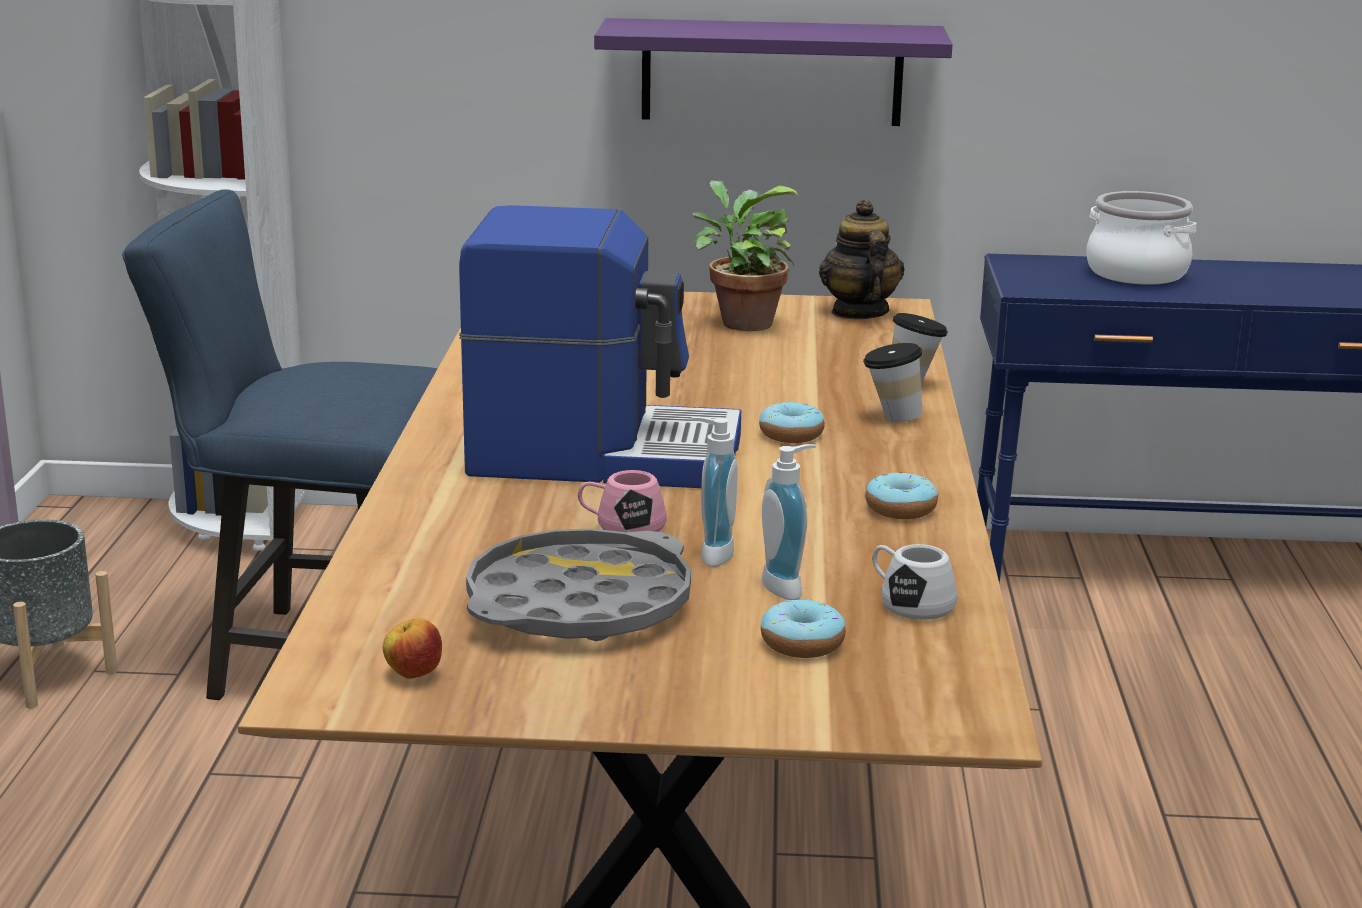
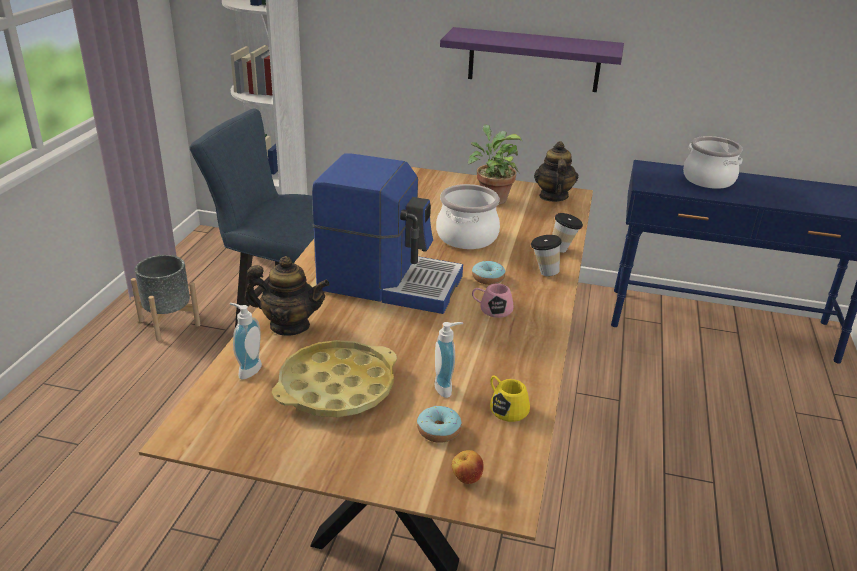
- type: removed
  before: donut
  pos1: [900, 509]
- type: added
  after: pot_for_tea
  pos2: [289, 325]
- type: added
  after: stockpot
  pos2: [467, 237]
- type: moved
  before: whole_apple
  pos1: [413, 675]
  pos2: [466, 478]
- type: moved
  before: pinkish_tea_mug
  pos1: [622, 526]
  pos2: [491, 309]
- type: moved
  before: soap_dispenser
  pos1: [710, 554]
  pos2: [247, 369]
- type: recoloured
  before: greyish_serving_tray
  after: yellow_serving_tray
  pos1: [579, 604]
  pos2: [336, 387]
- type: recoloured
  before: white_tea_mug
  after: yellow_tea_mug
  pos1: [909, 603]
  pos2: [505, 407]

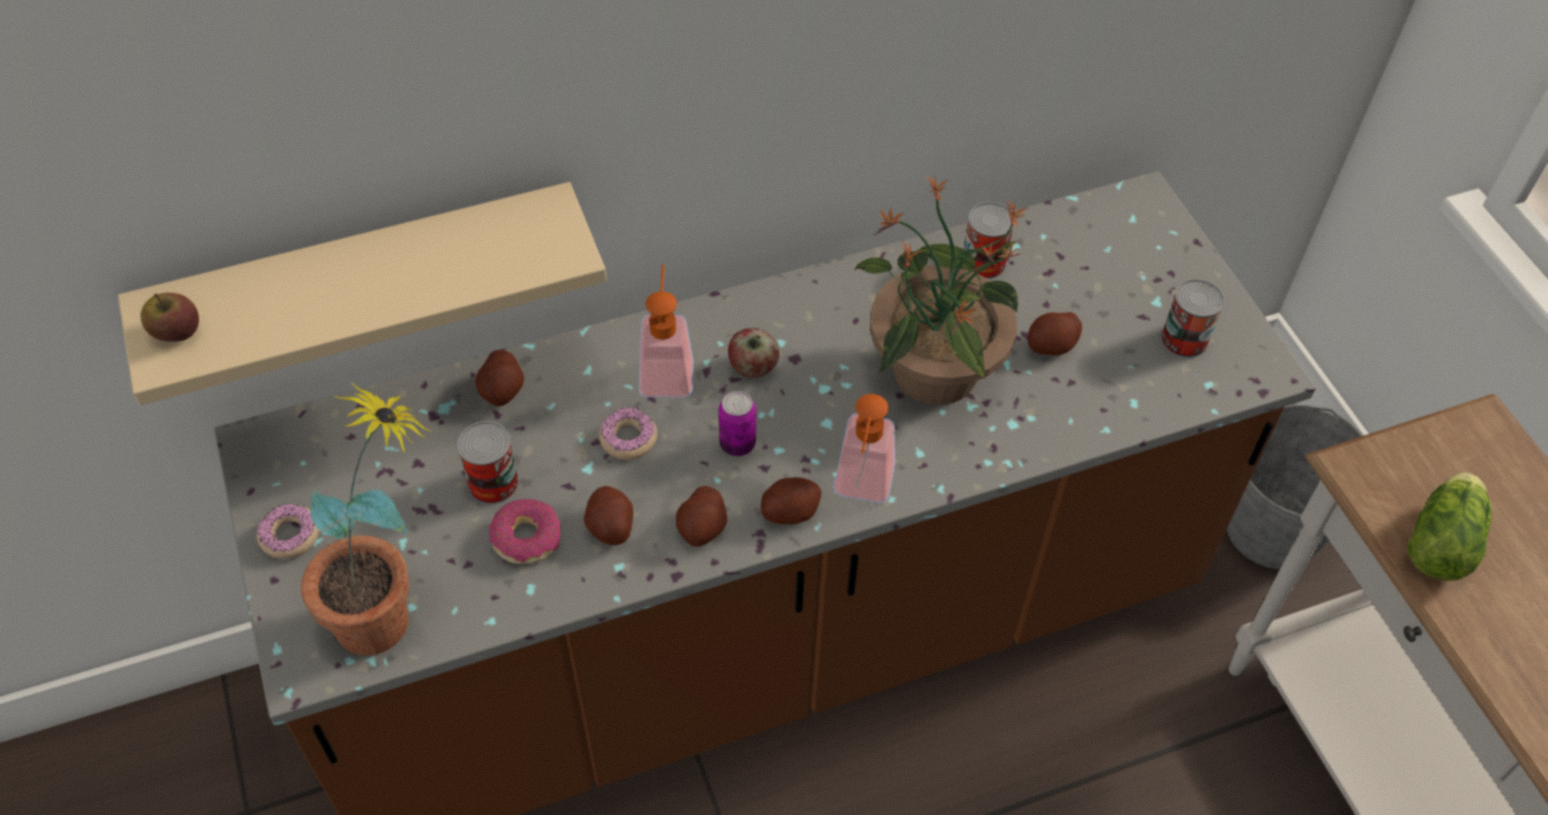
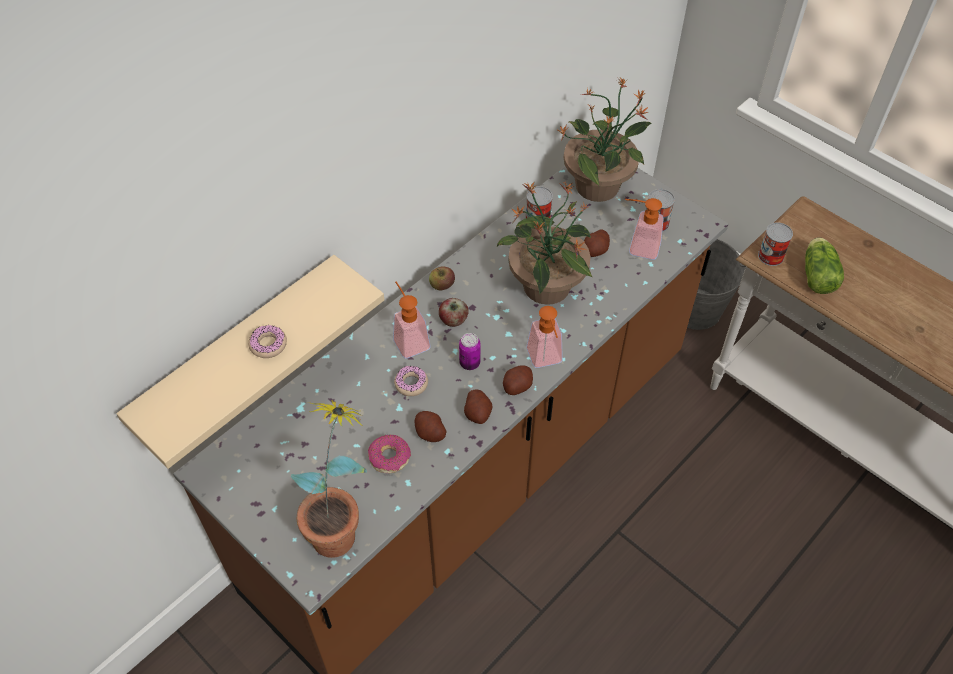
- type: removed
  before: spud
  pos1: [502, 390]
- type: added
  after: plant_in_a_pot
  pos2: [599, 185]
- type: added
  after: soap_dispenser
  pos2: [638, 247]
- type: moved
  before: whole_apple
  pos1: [176, 332]
  pos2: [442, 285]
- type: moved
  before: donut
  pos1: [290, 536]
  pos2: [268, 344]
- type: moved
  before: metal_can
  pos1: [493, 483]
  pos2: [770, 256]

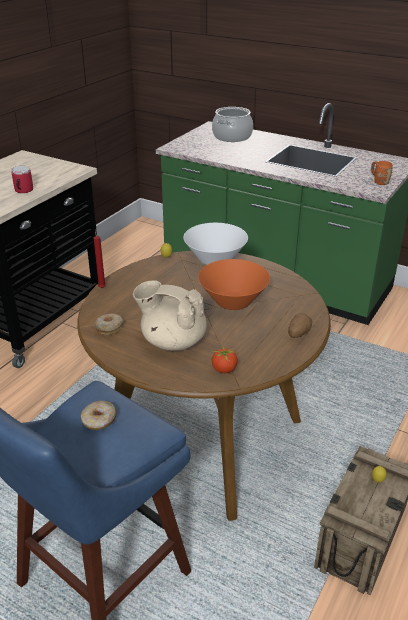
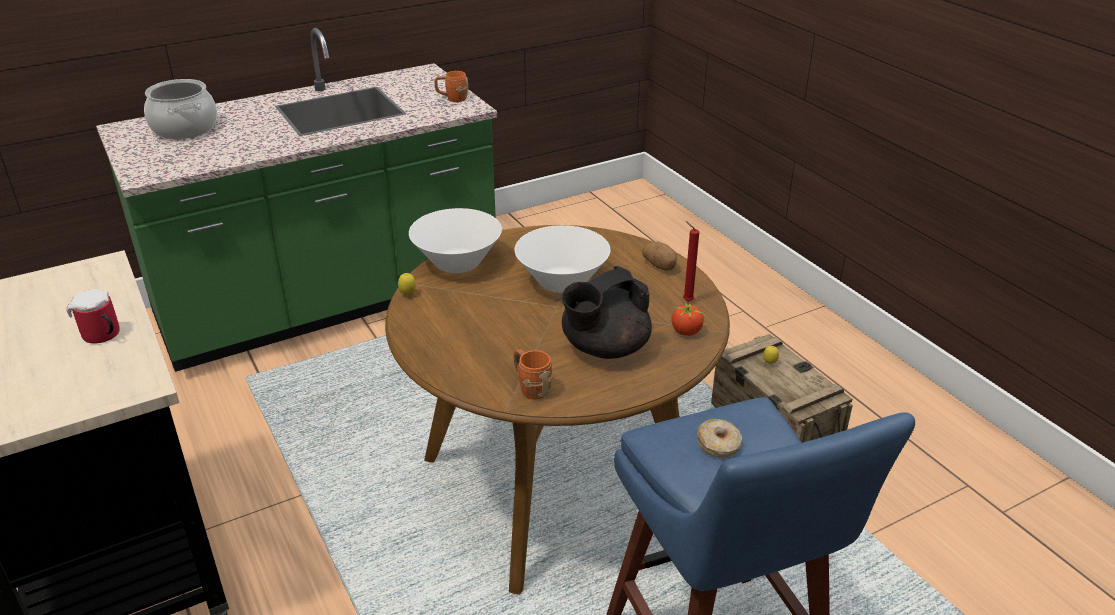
- type: moved
  before: red-coloured_wax_candle
  pos1: [102, 287]
  pos2: [686, 301]
- type: replaced
  before: donut
  after: orange_tea_mug
  pos1: [109, 328]
  pos2: [531, 387]
- type: recoloured
  before: sand-coloured_pot_for_tea
  after: blackish_pot_for_tea
  pos1: [172, 341]
  pos2: [604, 348]
- type: recoloured
  before: orange_bowl
  after: white_bowl
  pos1: [233, 302]
  pos2: [562, 282]

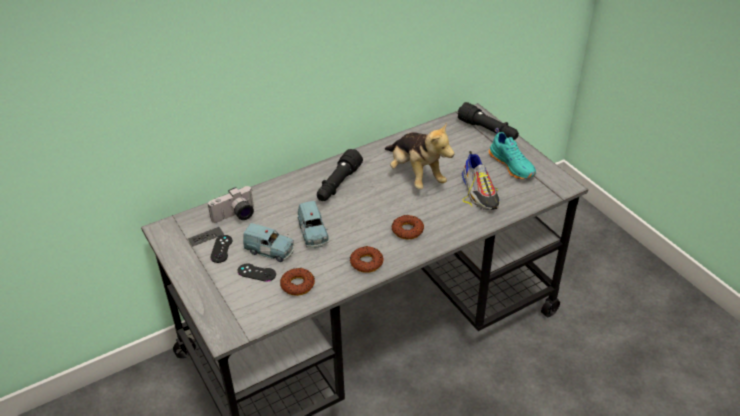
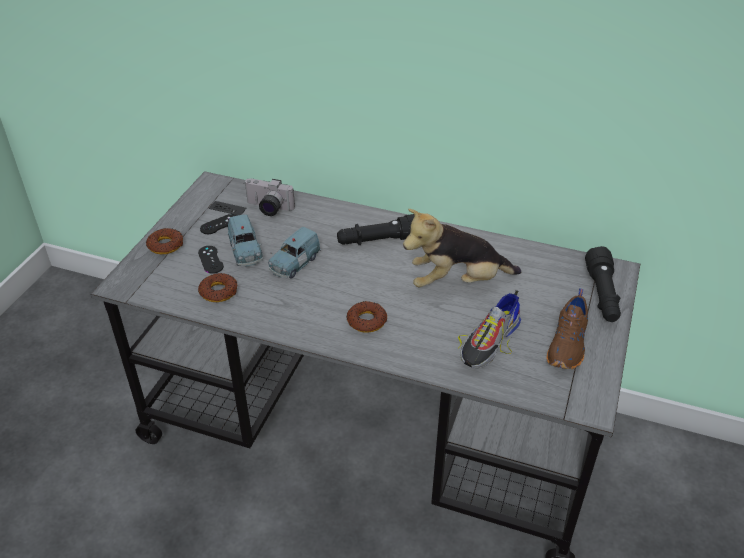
- type: moved
  before: donut
  pos1: [366, 262]
  pos2: [165, 245]
- type: recoloured
  before: turquoise-coloured_shoe
  after: brown-coloured_shoe
  pos1: [512, 165]
  pos2: [568, 345]
- type: turned
  before: soft_toy
  pos1: [415, 175]
  pos2: [457, 282]
  turn: 60

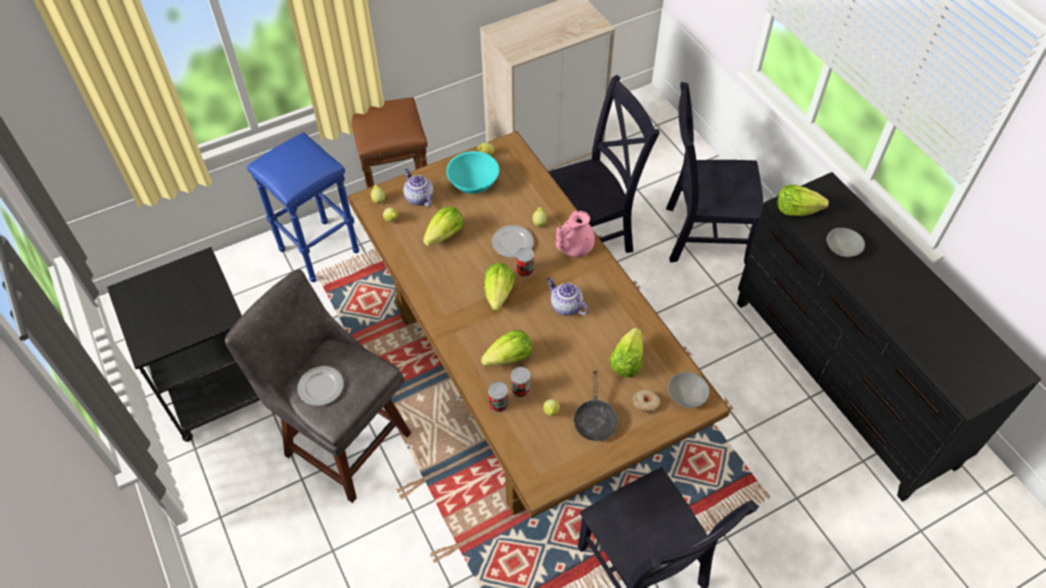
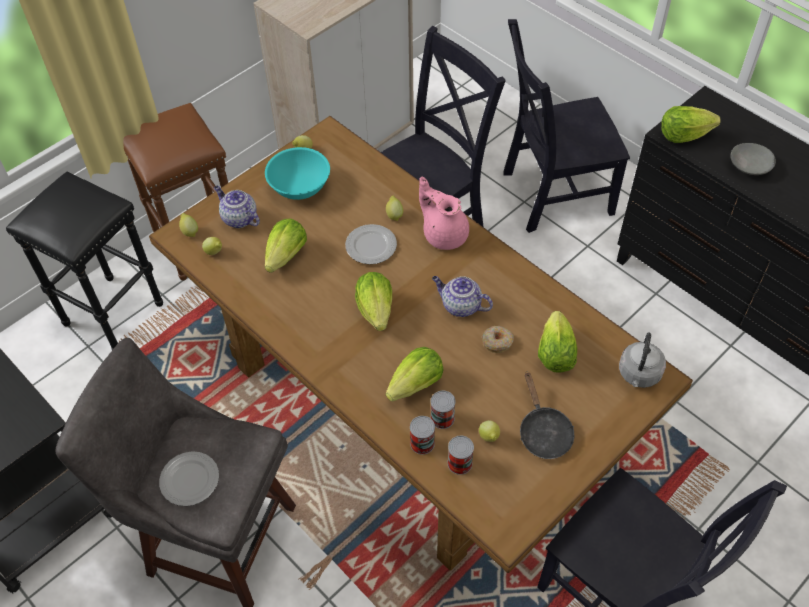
- type: moved
  before: metal_can
  pos1: [525, 269]
  pos2: [459, 463]
- type: moved
  before: donut
  pos1: [645, 403]
  pos2: [497, 342]
- type: replaced
  before: greyish_bowl
  after: greyish_tea_kettle
  pos1: [687, 395]
  pos2: [639, 375]
- type: recoloured
  before: bluish_sitting_stool
  after: blackish_sitting_stool
  pos1: [319, 249]
  pos2: [113, 311]
- type: turned
  before: pinkish_pot_for_tea
  pos1: [573, 246]
  pos2: [444, 234]
  turn: 105

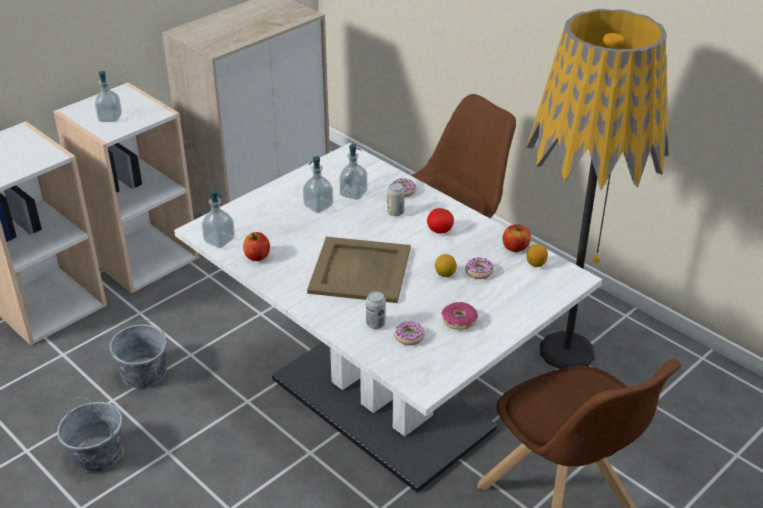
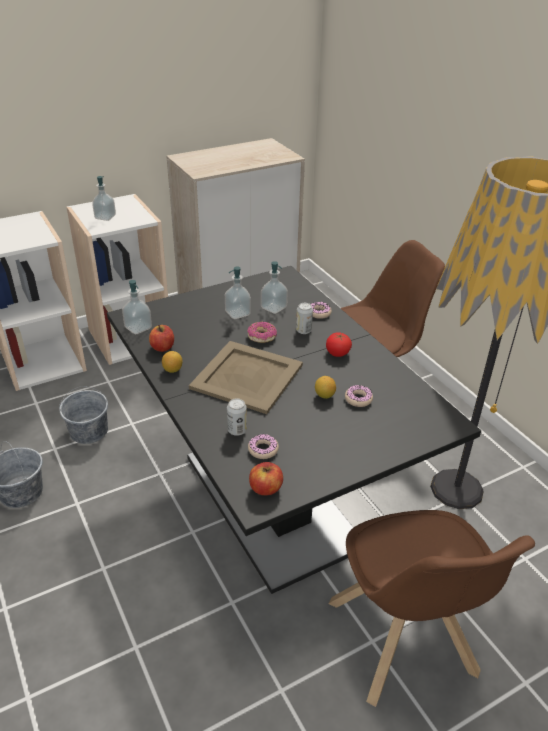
- type: moved
  before: donut
  pos1: [459, 320]
  pos2: [261, 336]
- type: moved
  before: whole_apple
  pos1: [515, 247]
  pos2: [265, 488]
- type: moved
  before: citrus_fruit
  pos1: [536, 264]
  pos2: [172, 370]
- type: recoloured
  before: white_dinner_table
  after: blackish_dinner_table
  pos1: [381, 403]
  pos2: [271, 501]

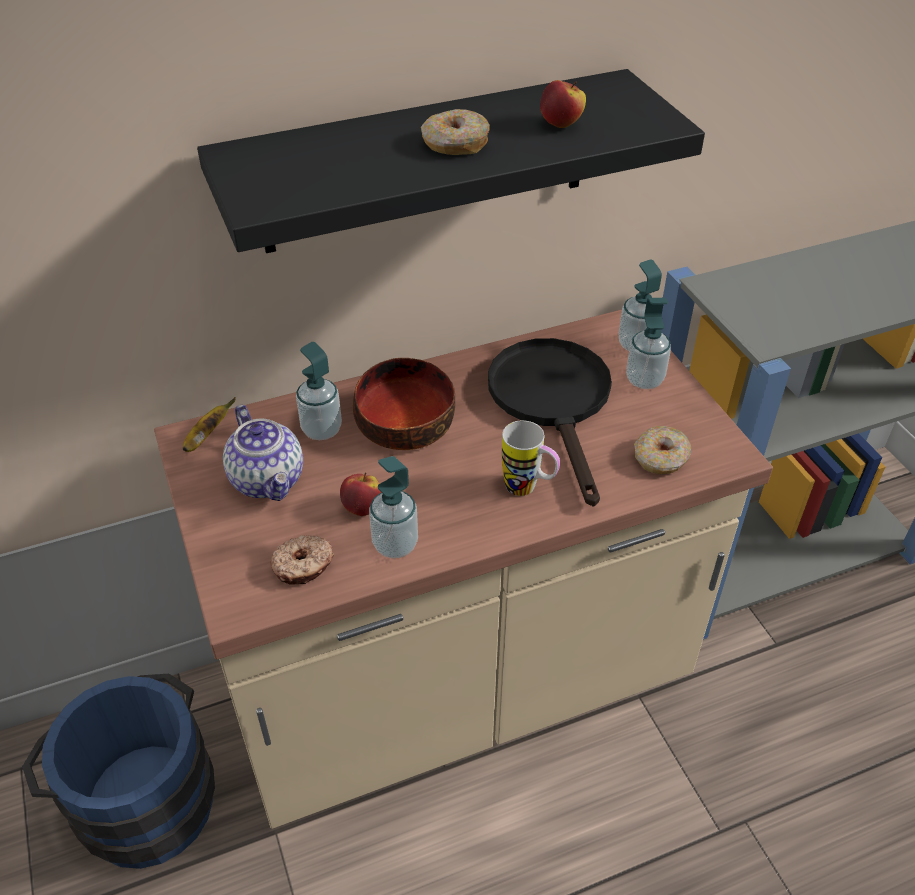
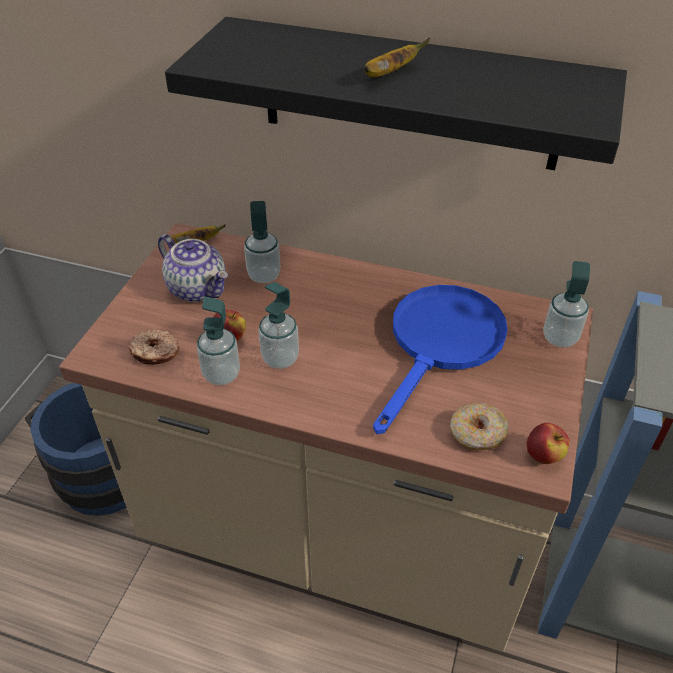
- type: removed
  before: bowl
  pos1: [404, 422]
- type: removed
  before: tea_mug
  pos1: [528, 489]
- type: moved
  before: whole_apple
  pos1: [561, 124]
  pos2: [544, 455]
- type: moved
  before: soap_dispenser
  pos1: [644, 380]
  pos2: [280, 358]
- type: replaced
  before: donut
  after: whole_banana
  pos1: [455, 144]
  pos2: [389, 73]
- type: recoloured
  before: blackish_frying_pan
  after: bluish_frying_pan
  pos1: [554, 402]
  pos2: [441, 344]
- type: turned
  before: pot_for_tea
  pos1: [269, 480]
  pos2: [198, 288]
  turn: -60

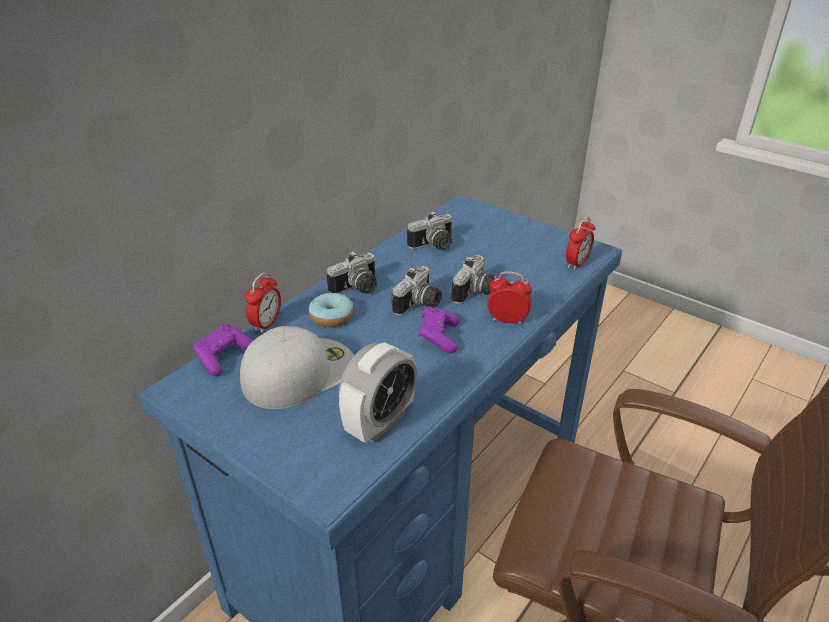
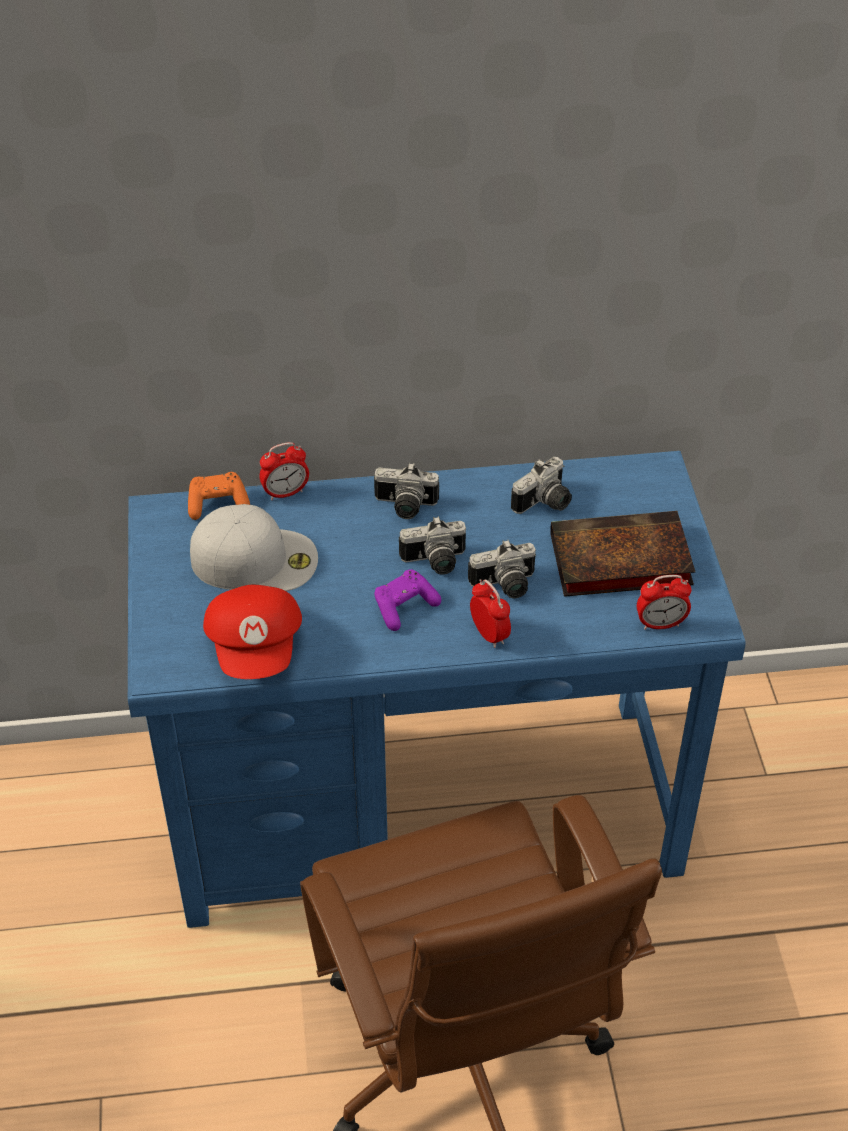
- type: removed
  before: donut
  pos1: [331, 317]
- type: added
  after: volume
  pos2: [617, 561]
- type: replaced
  before: table_clock
  after: red-coloured_cap
  pos1: [380, 422]
  pos2: [257, 647]
- type: recoloured
  before: purple-coloured_joypad
  after: orange_joypad
  pos1: [224, 357]
  pos2: [218, 504]
- type: turned
  before: photo_camera
  pos1: [434, 246]
  pos2: [545, 503]
  turn: -60

